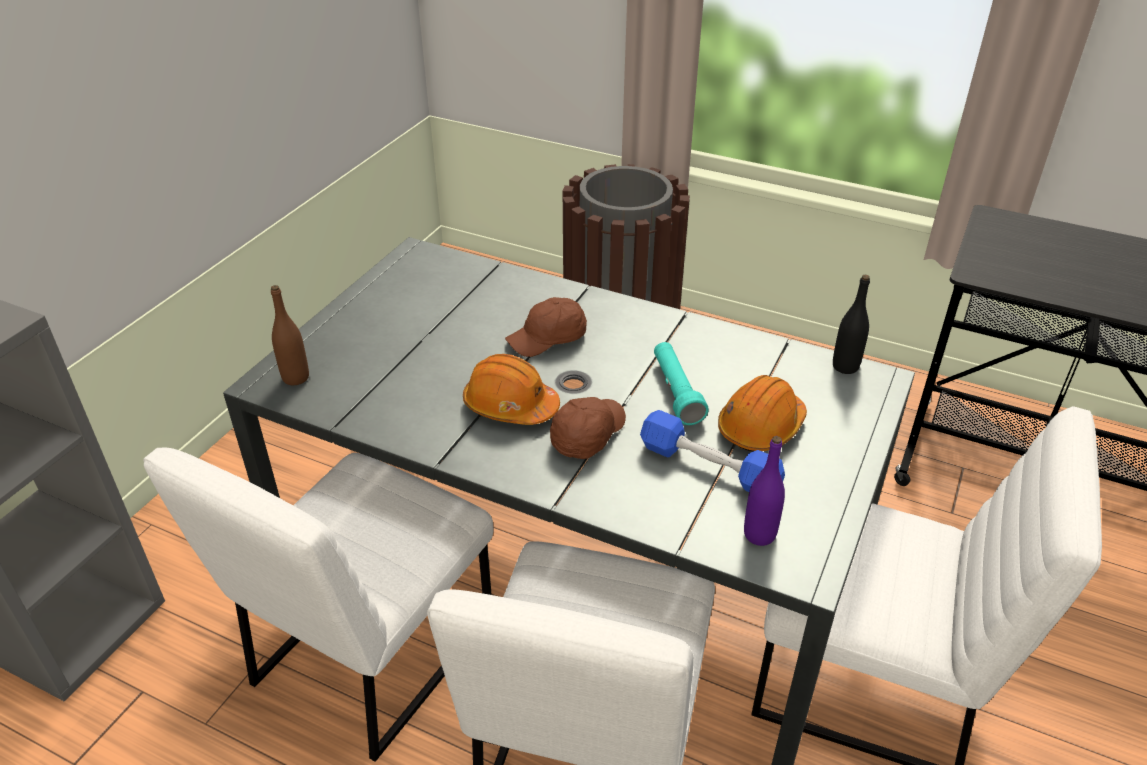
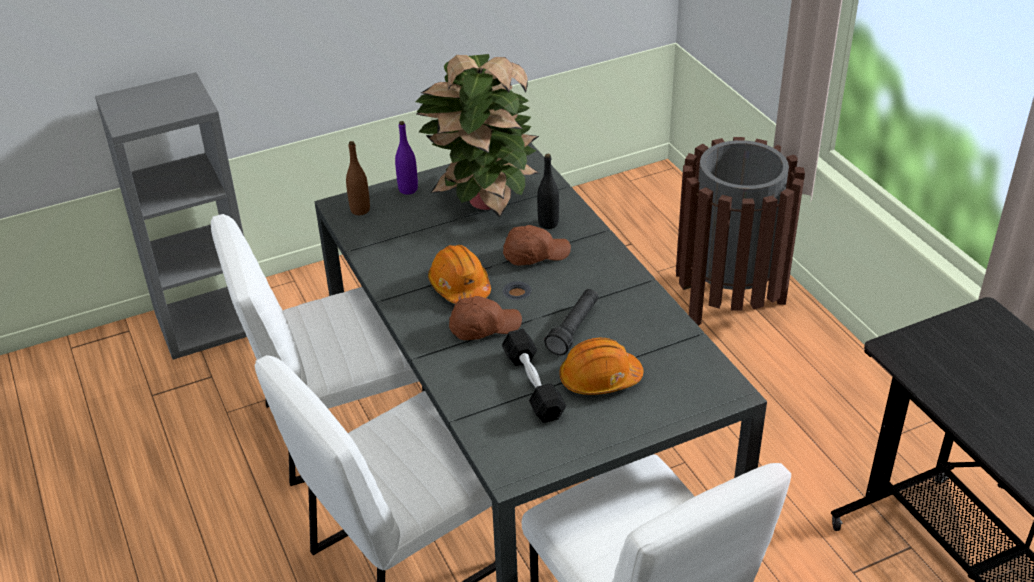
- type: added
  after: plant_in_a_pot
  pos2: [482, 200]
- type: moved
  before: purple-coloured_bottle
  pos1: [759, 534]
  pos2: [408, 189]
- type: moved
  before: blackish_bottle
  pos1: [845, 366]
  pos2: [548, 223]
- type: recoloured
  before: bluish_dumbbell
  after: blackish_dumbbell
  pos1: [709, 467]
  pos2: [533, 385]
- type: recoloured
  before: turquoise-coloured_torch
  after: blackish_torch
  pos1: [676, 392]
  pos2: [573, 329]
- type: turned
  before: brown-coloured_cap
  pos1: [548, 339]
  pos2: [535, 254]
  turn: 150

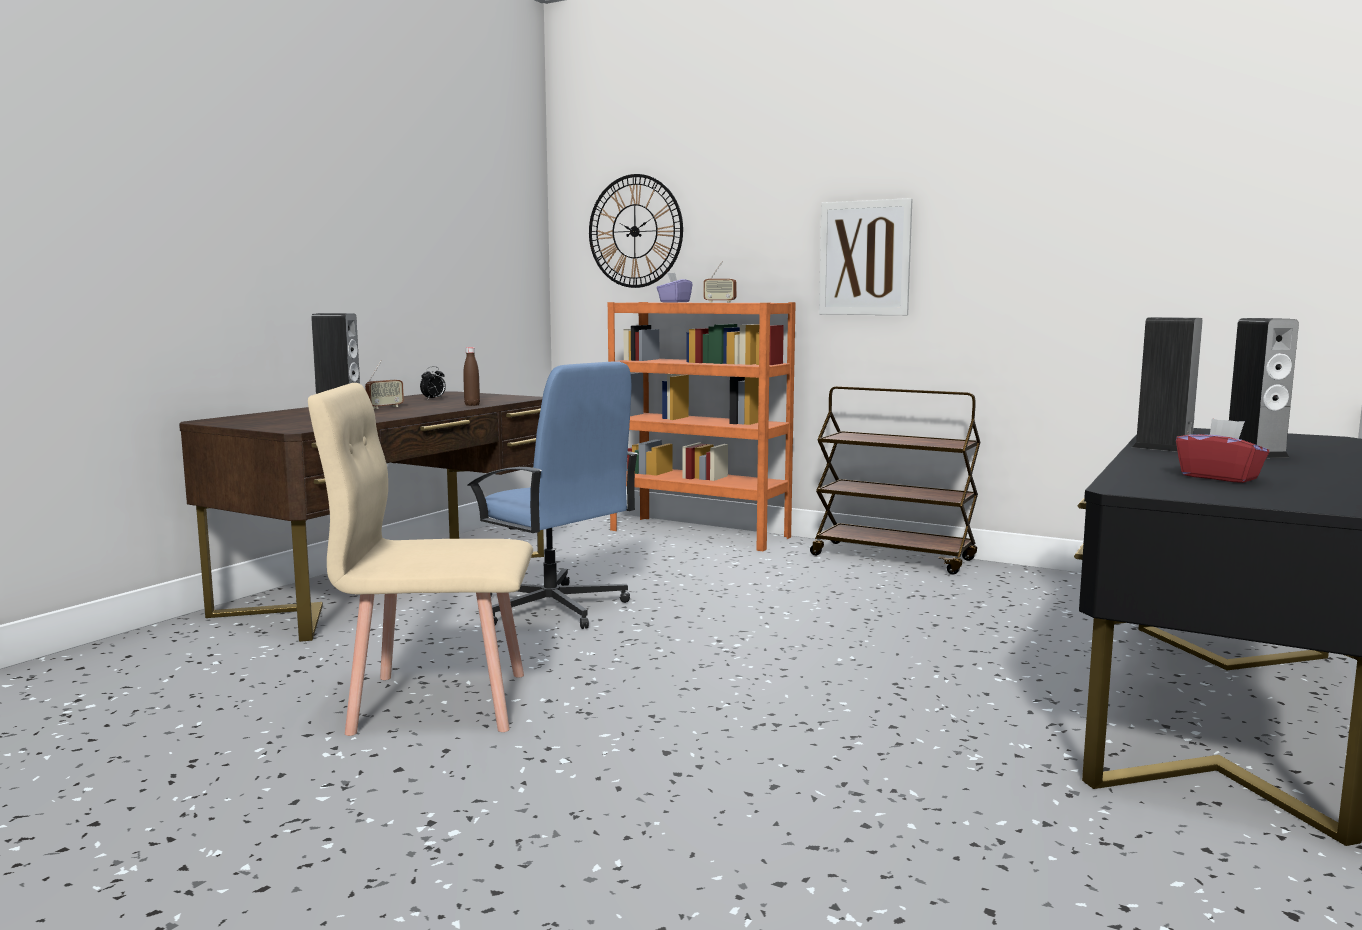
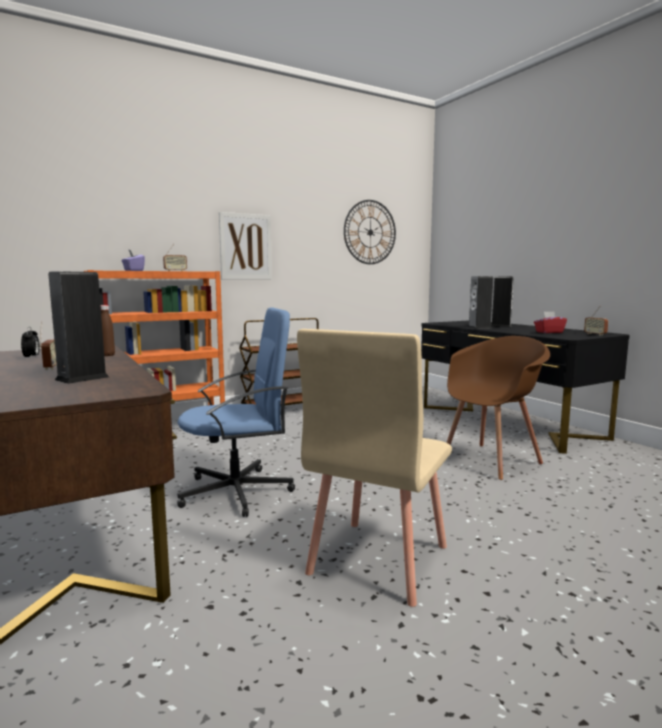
- type: added
  after: brown-coloured_plain_chair
  pos2: [491, 461]
- type: added
  after: radio_receiver
  pos2: [595, 334]
- type: moved
  before: clock_on_the_wall
  pos1: [635, 231]
  pos2: [370, 232]

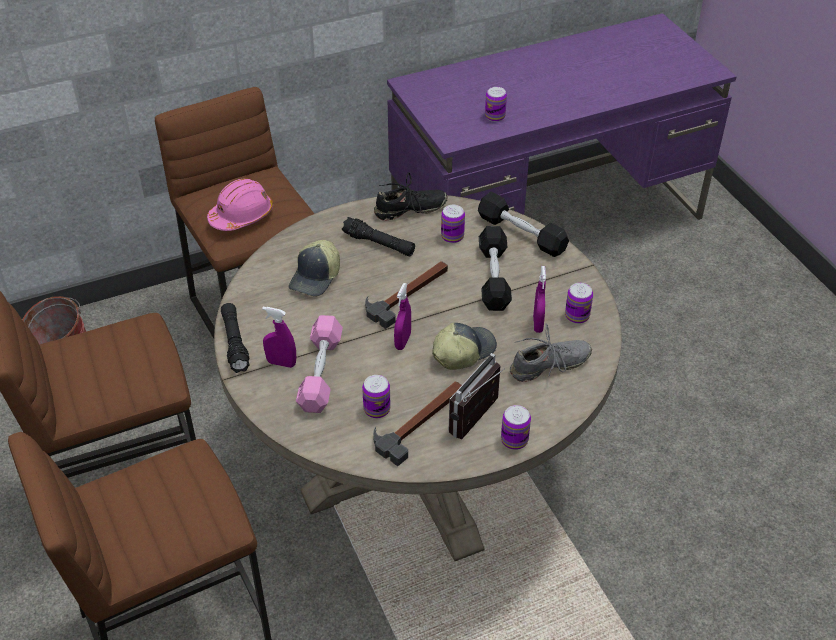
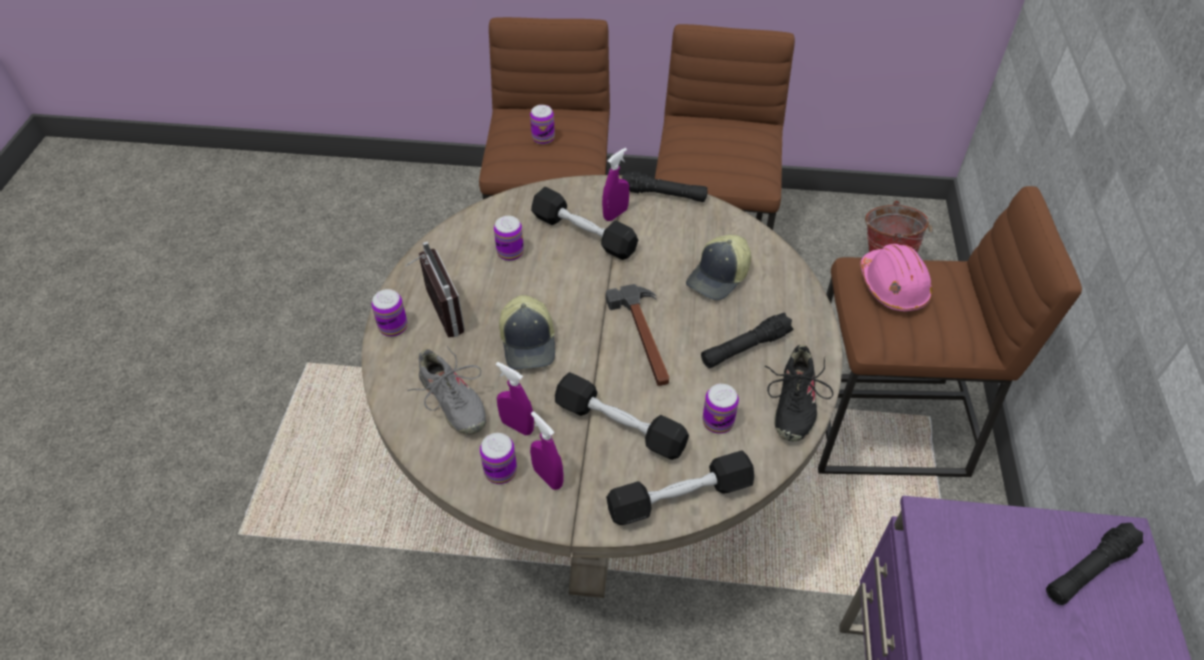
- type: removed
  before: hand_hammer
  pos1: [420, 421]
- type: added
  after: blackish_torch
  pos2: [1088, 570]
- type: moved
  before: purple-coloured_hand_sprayer
  pos1: [403, 341]
  pos2: [548, 477]
- type: moved
  before: metal_can
  pos1: [495, 116]
  pos2: [543, 138]
- type: recoloured
  before: pinkish_dumbbell
  after: blackish_dumbbell
  pos1: [320, 372]
  pos2: [583, 234]
- type: turned
  before: cap
  pos1: [316, 277]
  pos2: [719, 277]
  turn: -105
- type: turned
  before: greyish_shoe
  pos1: [549, 366]
  pos2: [452, 402]
  turn: -45

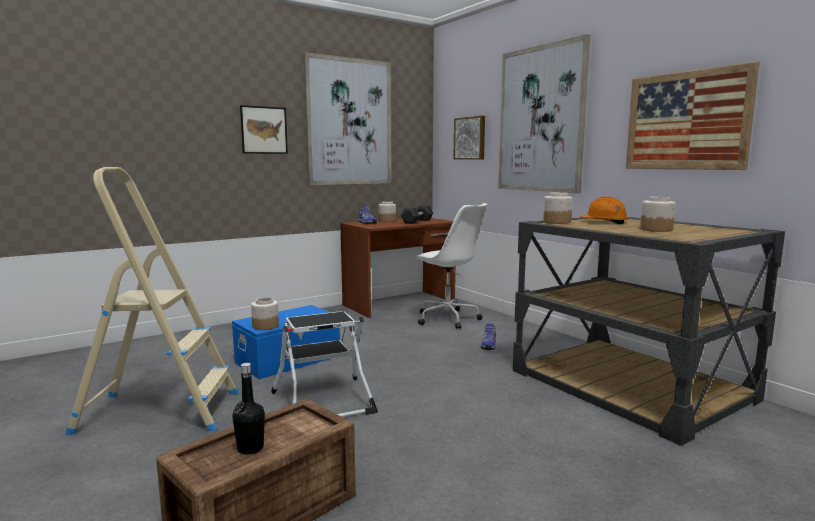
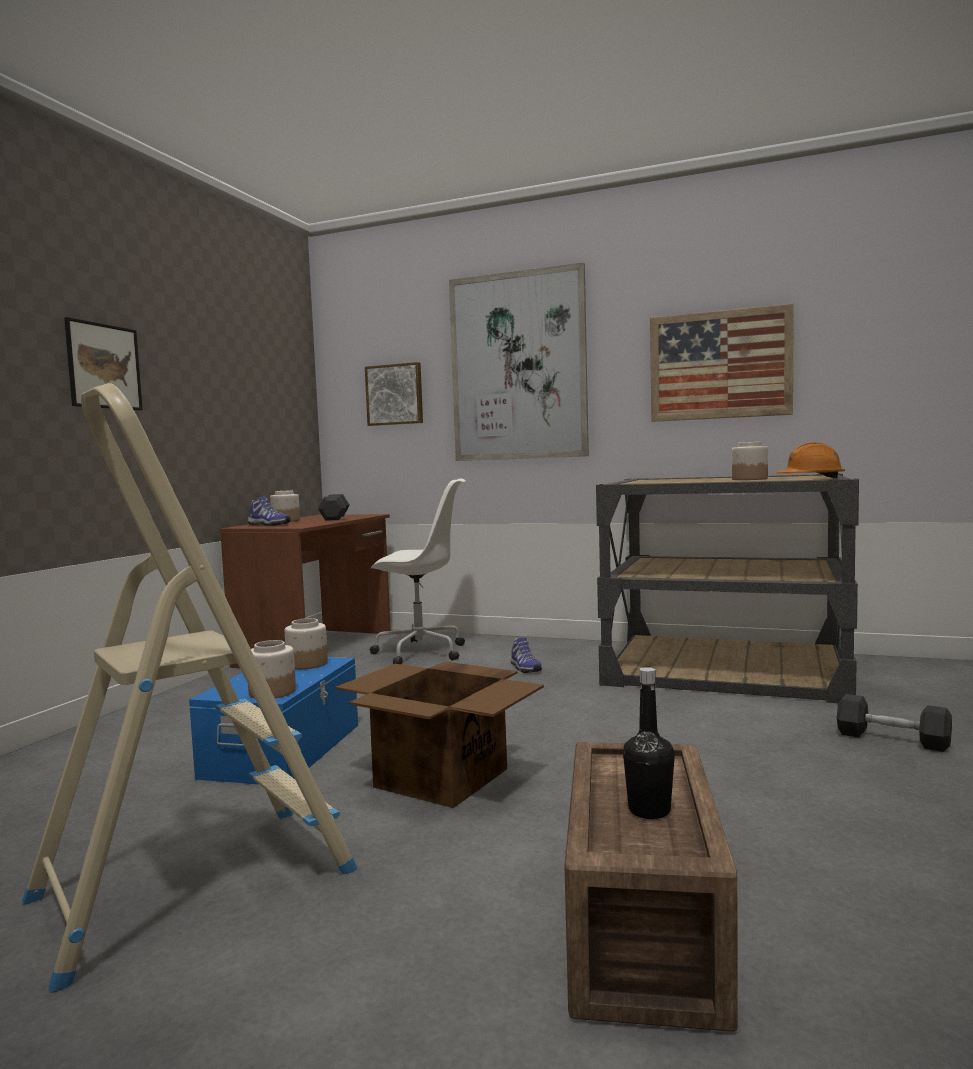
- type: removed
  before: wall_art
  pos1: [349, 122]
- type: added
  after: greyish_dumbbell
  pos2: [892, 739]
- type: moved
  before: storage_jar
  pos1: [556, 222]
  pos2: [306, 664]
- type: moved
  before: orange_safety_helmet
  pos1: [604, 222]
  pos2: [811, 479]
- type: replaced
  before: step_stool
  after: packing_box
  pos1: [324, 399]
  pos2: [442, 778]

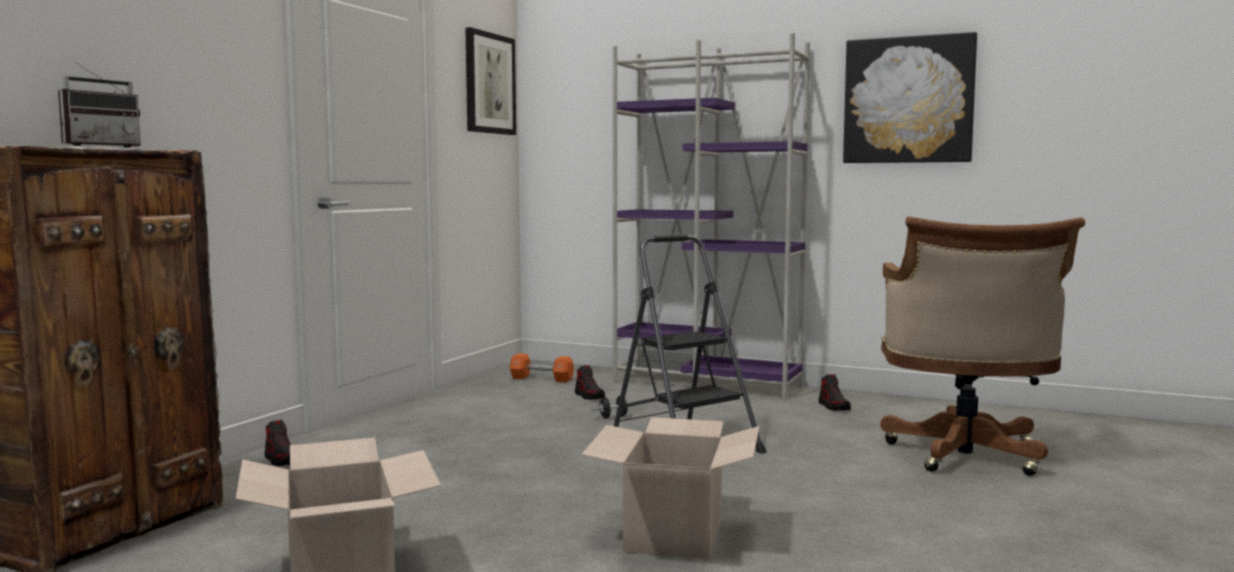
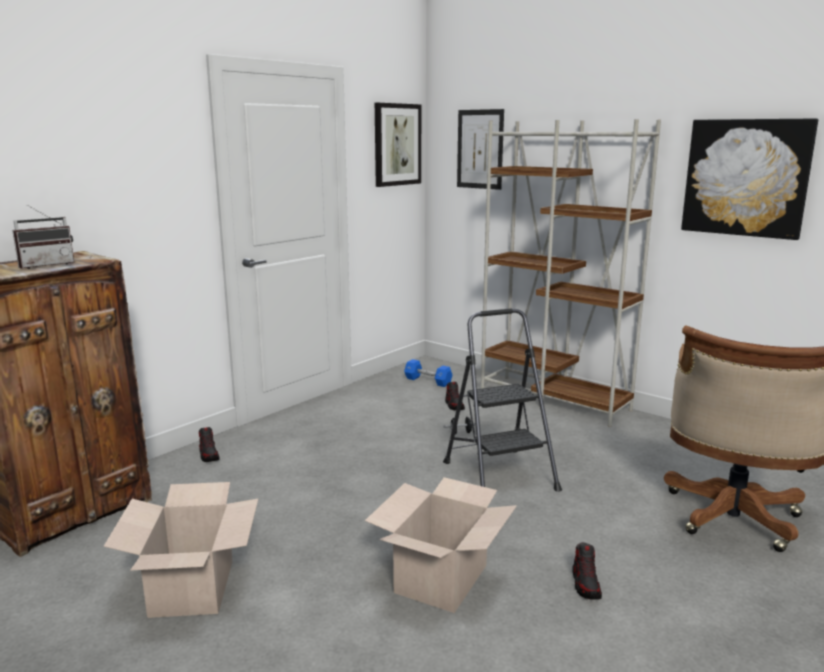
- type: added
  after: wall_art
  pos2: [480, 149]
- type: moved
  before: shoe
  pos1: [834, 407]
  pos2: [586, 584]
- type: recoloured
  before: orange_dumbbell
  after: bluish_dumbbell
  pos1: [541, 379]
  pos2: [428, 381]
- type: recoloured
  before: purple-coloured_shelving_unit
  after: brown-coloured_shelving_unit
  pos1: [707, 384]
  pos2: [554, 400]

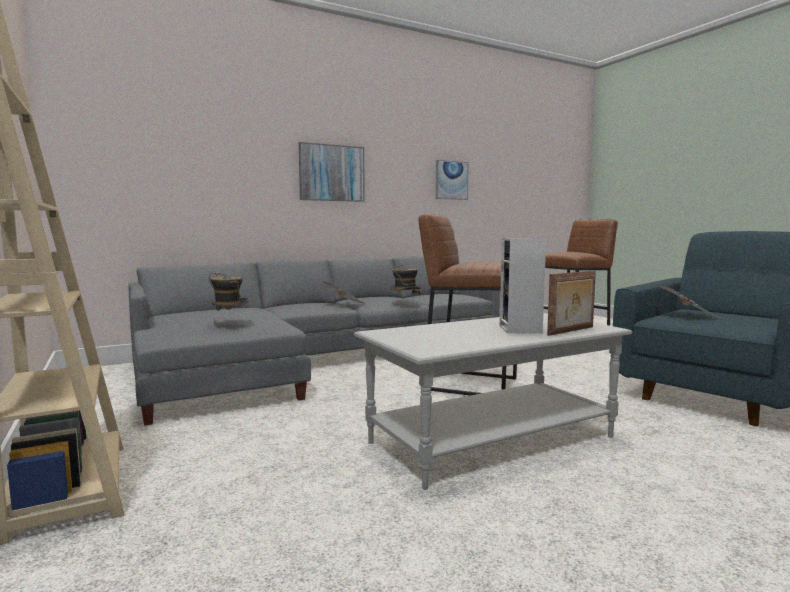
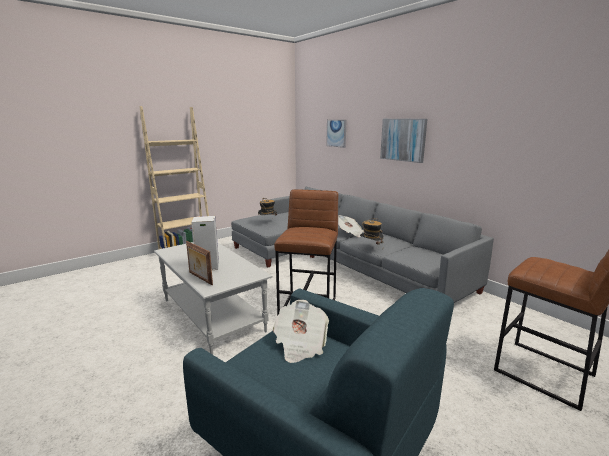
- type: moved
  before: wall_art
  pos1: [451, 180]
  pos2: [336, 133]

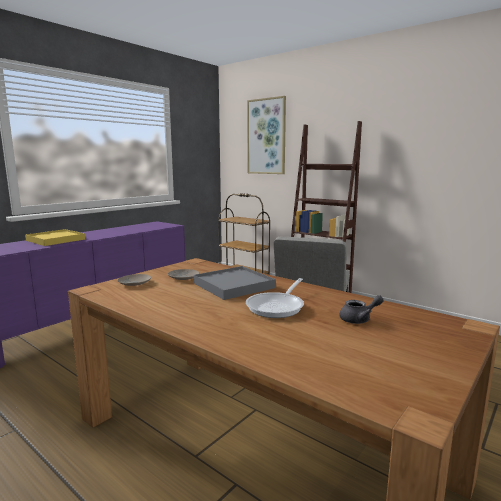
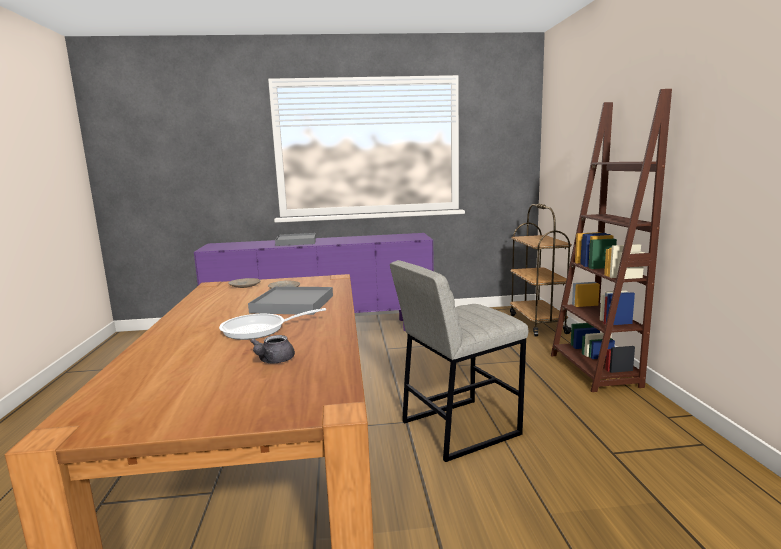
- type: removed
  before: wall_art
  pos1: [266, 136]
- type: recoloured
  before: yellow_serving_tray
  after: greyish_serving_tray
  pos1: [55, 240]
  pos2: [296, 242]
- type: turned
  before: greyish_pot_for_tea
  pos1: [359, 319]
  pos2: [273, 361]
  turn: 75

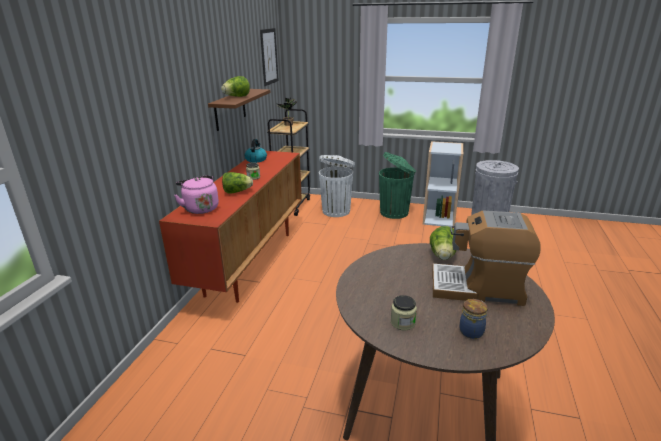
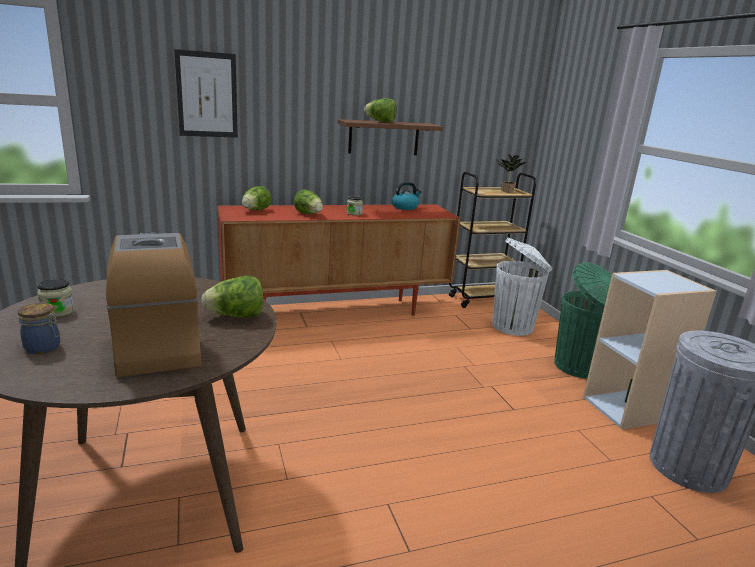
- type: moved
  before: wall_art
  pos1: [269, 56]
  pos2: [207, 95]
- type: replaced
  before: pinkish_tea_kettle
  after: lettuce_head
  pos1: [200, 208]
  pos2: [255, 210]

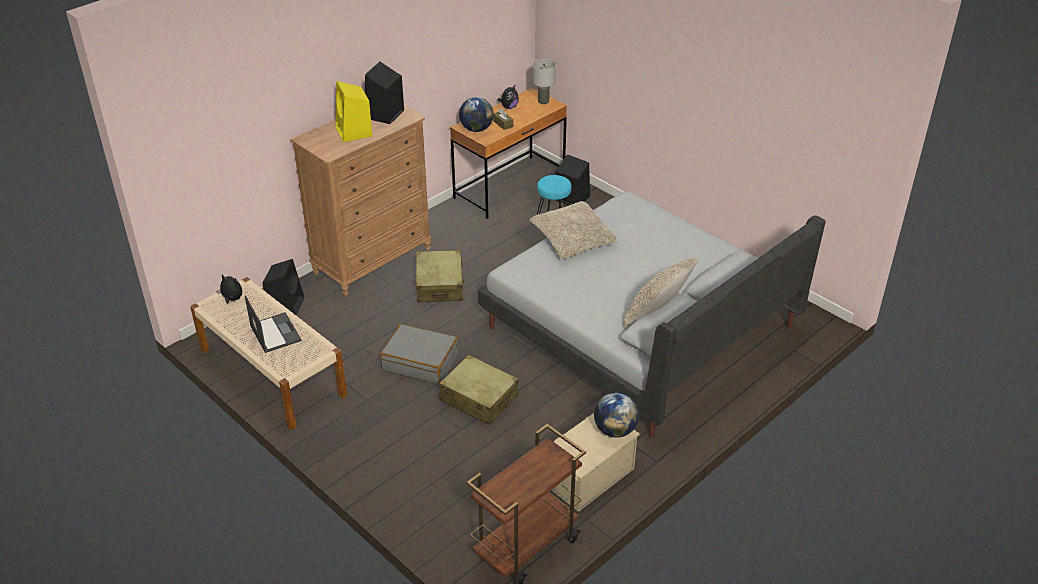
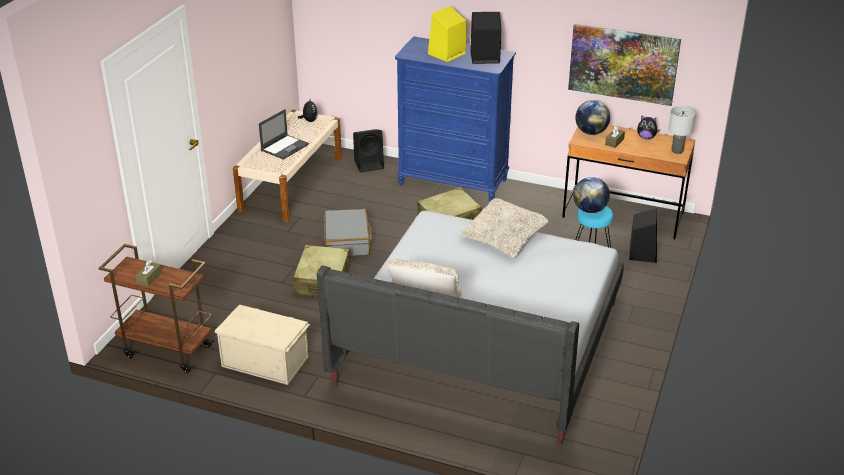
- type: added
  after: brown-coloured_box_of_tissues
  pos2: [149, 278]
- type: added
  after: wall_art
  pos2: [623, 64]
- type: moved
  before: globe
  pos1: [615, 430]
  pos2: [590, 210]
- type: recoloured
  before: brown-coloured_dresser
  after: bluish_dresser
  pos1: [372, 261]
  pos2: [453, 182]

